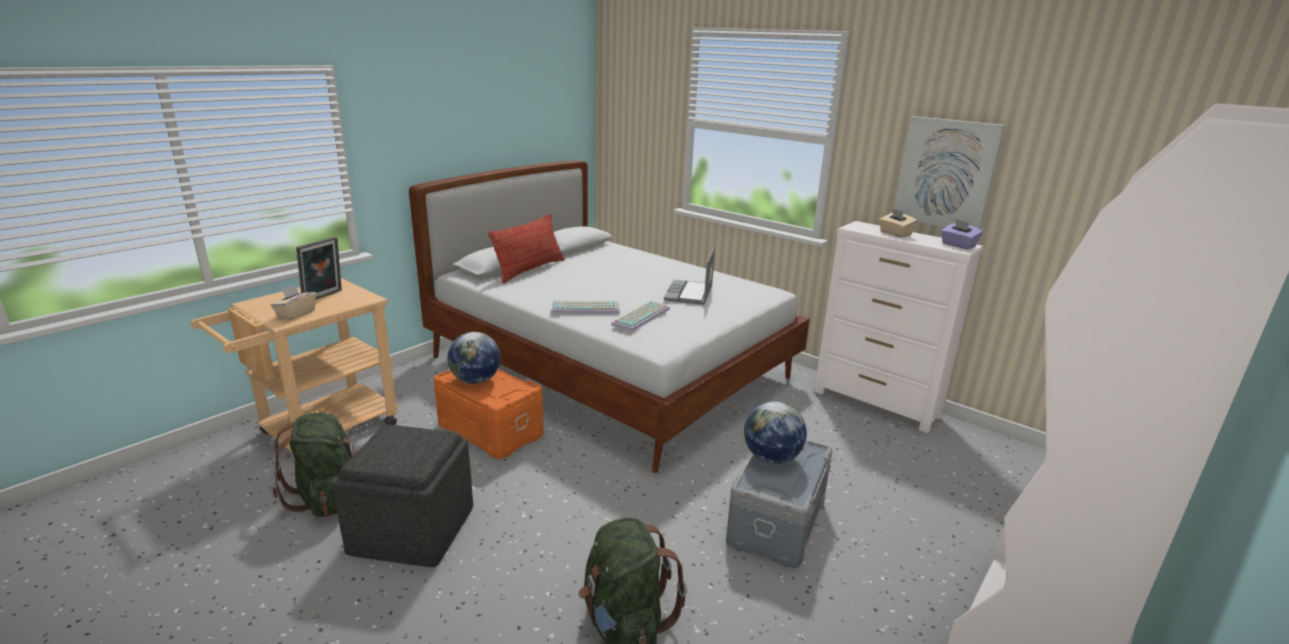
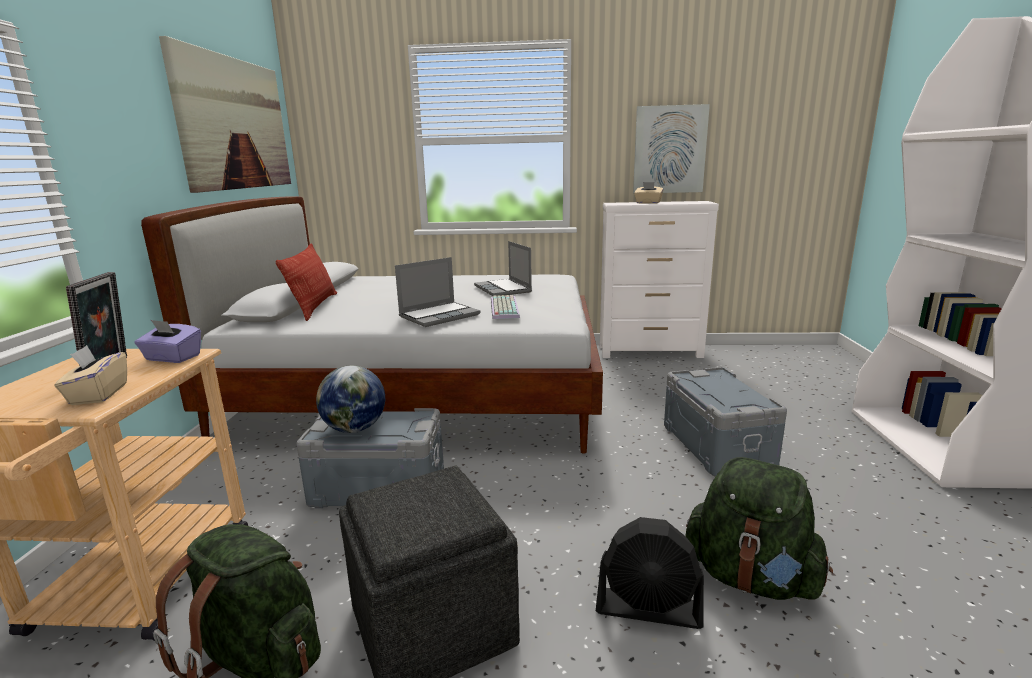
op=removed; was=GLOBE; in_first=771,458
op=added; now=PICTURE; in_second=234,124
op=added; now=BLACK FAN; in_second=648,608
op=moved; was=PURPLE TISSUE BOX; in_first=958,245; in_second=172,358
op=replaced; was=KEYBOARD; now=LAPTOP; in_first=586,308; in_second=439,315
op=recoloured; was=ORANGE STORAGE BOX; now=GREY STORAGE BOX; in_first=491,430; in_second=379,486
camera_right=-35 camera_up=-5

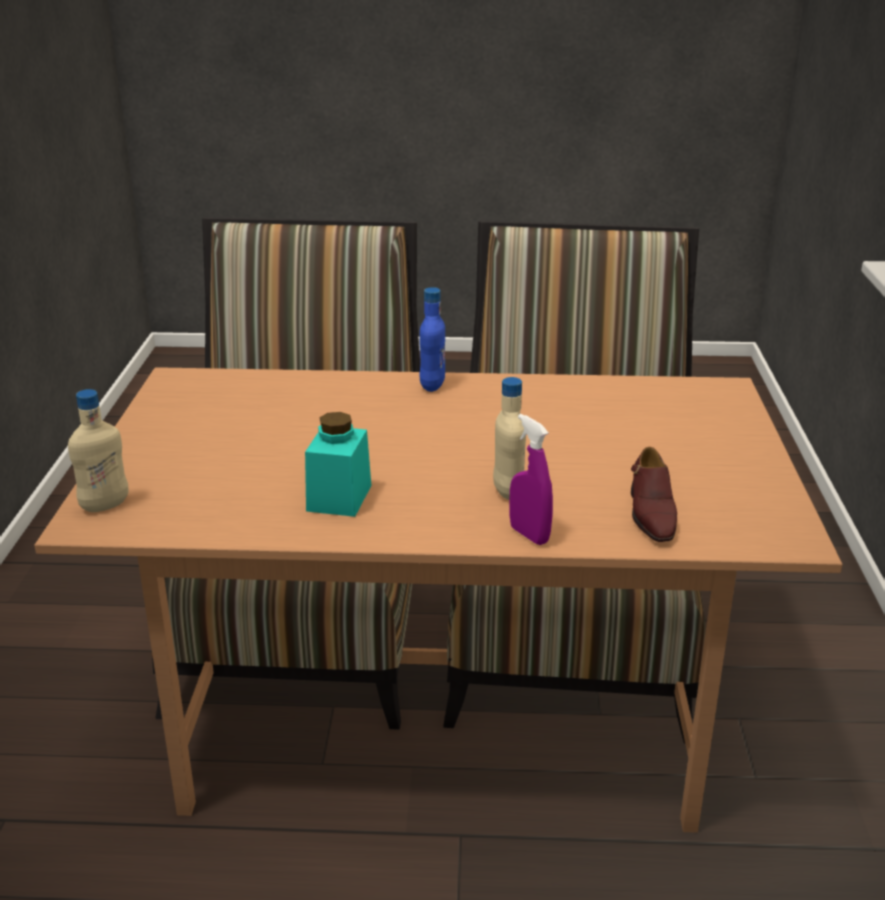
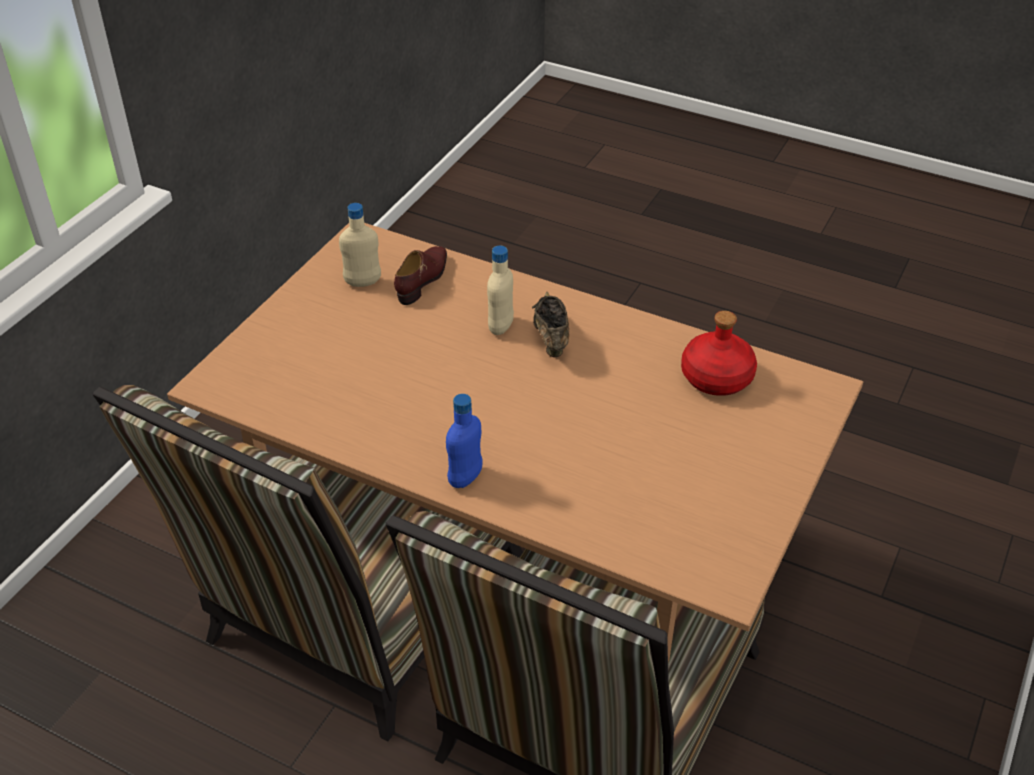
op=removed; was=TURQUOISE JAR; in_first=339,498
op=removed; was=PURPLE SPRAY BOTTLE; in_first=529,535
op=added; now=BROWN SHOE; in_second=551,338
op=added; now=RED BOTTLE; in_second=717,378
op=moved; was=BEIGE BOTTLE; in_first=105,505; in_second=363,282
camera_right=-155 camera_up=15

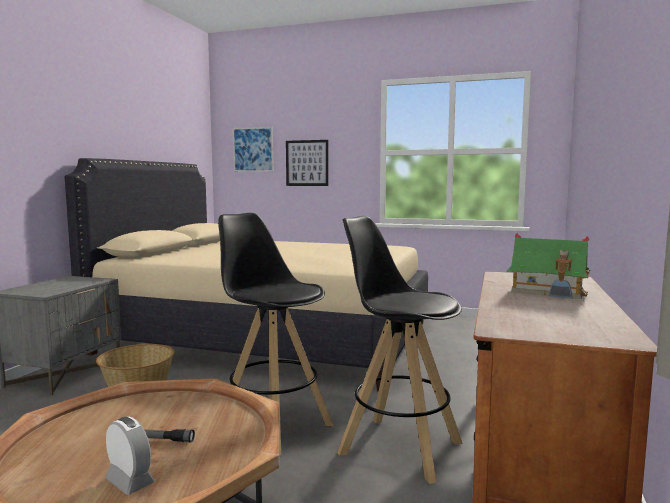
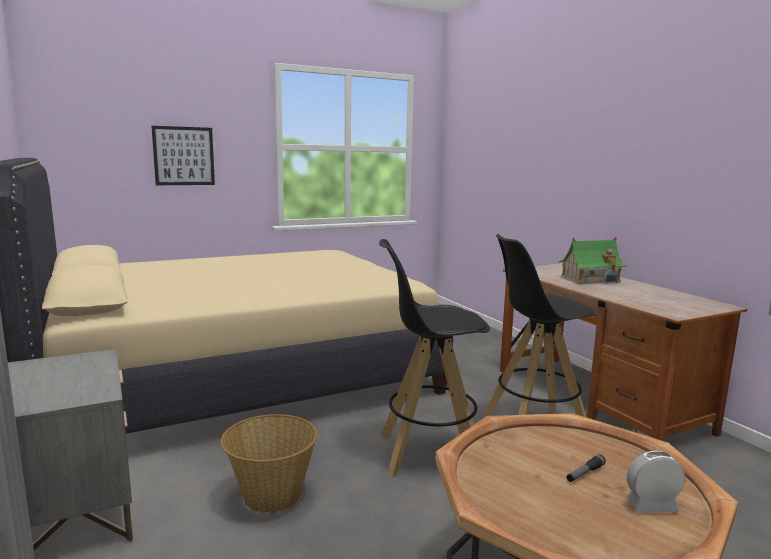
op=removed; was=PICTURE; in_first=253,149
camera_right=-45 camera_up=5

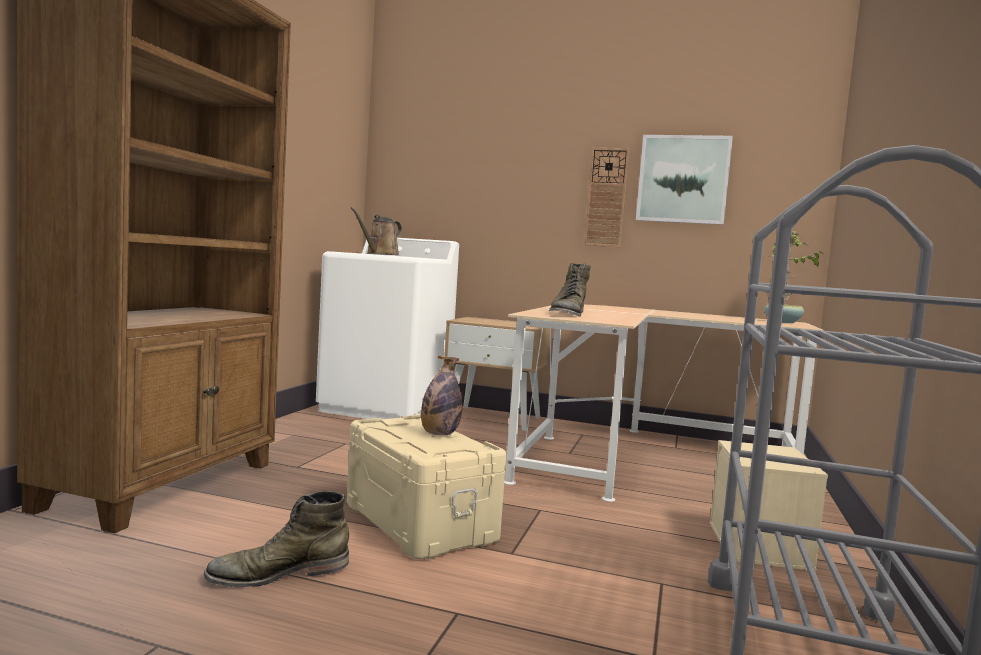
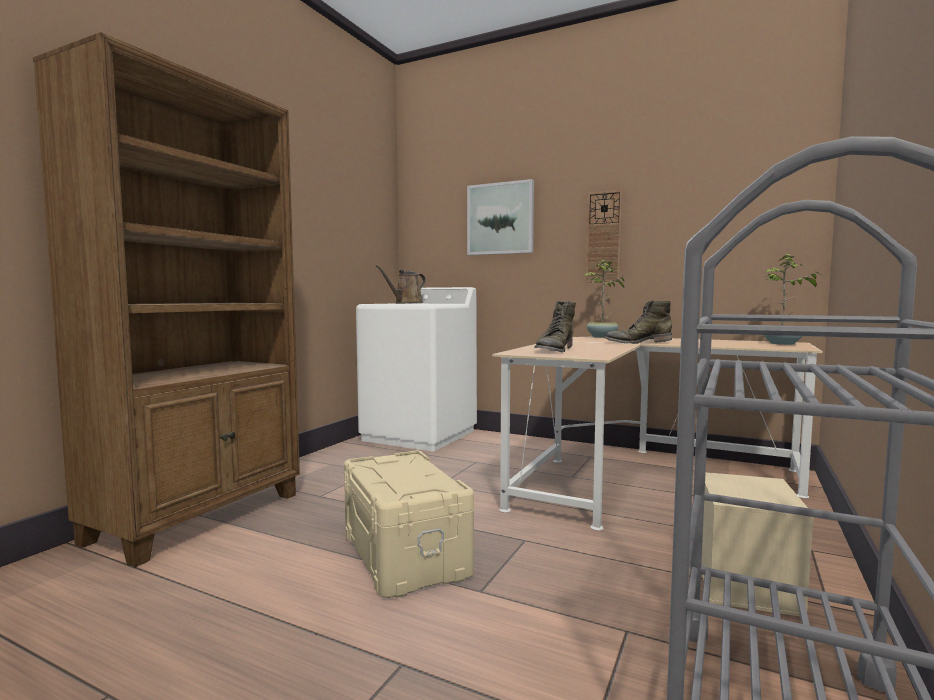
op=removed; was=BOTTLE; in_first=439,434
op=removed; was=BEIGE NIGHTSTAND; in_first=493,418
op=added; now=POTTED PLANT; in_second=602,337
op=moved; was=GREEN BOOT; in_first=278,573; in_second=637,342
op=moved; was=PICTURE; in_first=683,179; in_second=500,219
camera_right=10 camera_up=0

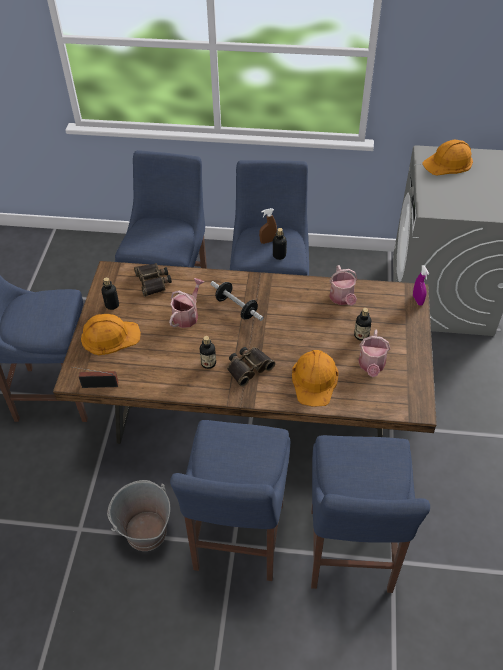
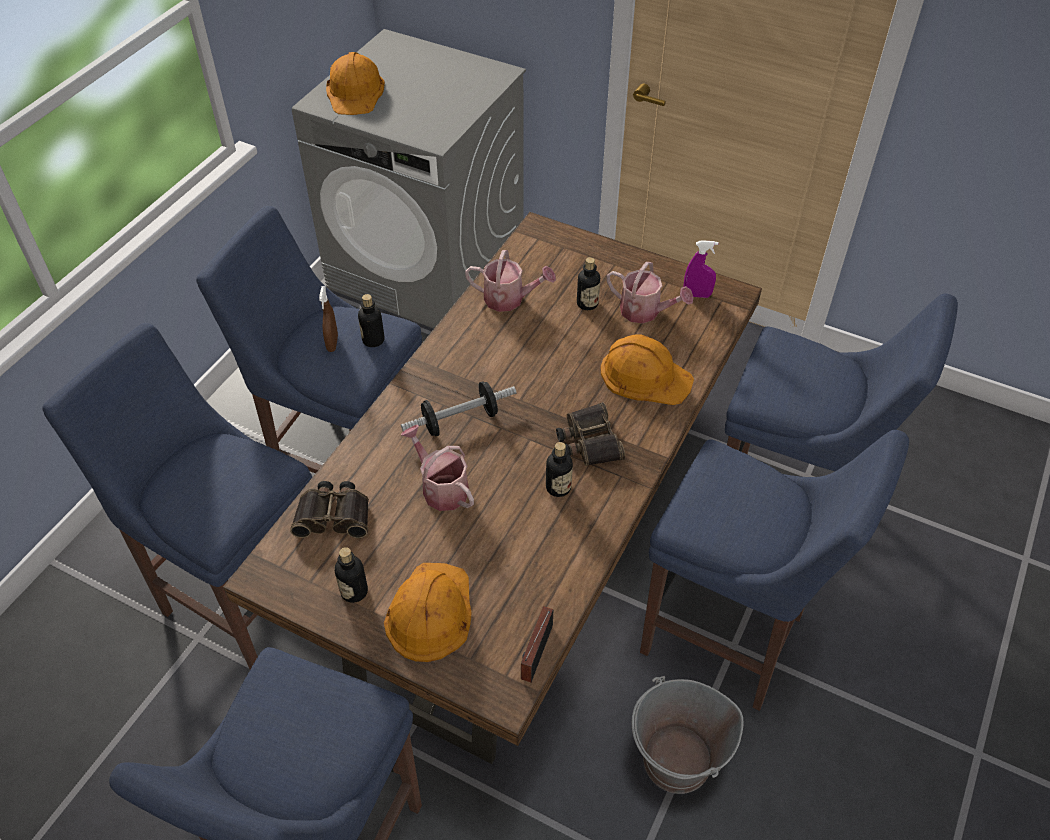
op=moved; was=PURPLE SPRAY BOTTLE; in_first=417,300; in_second=697,295
camera_right=-70 camera_up=0

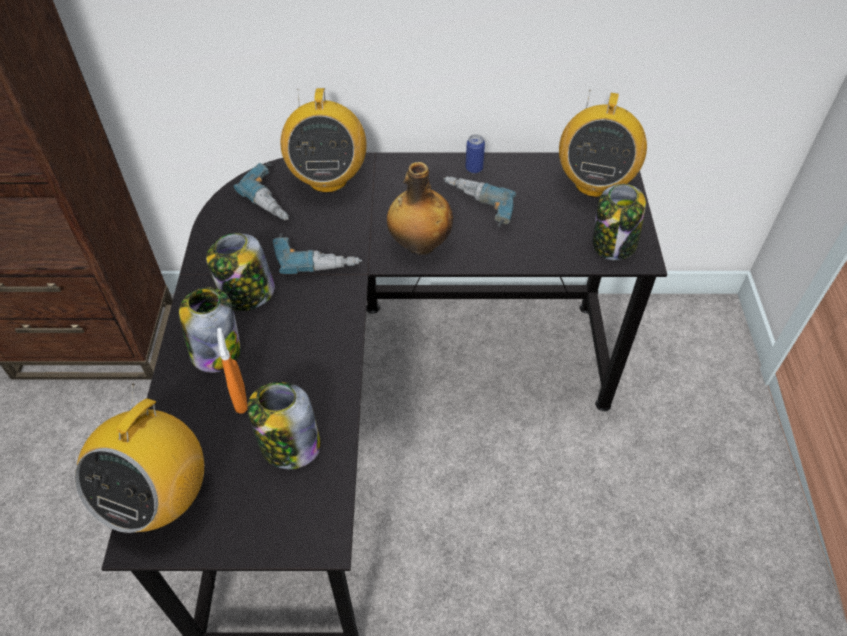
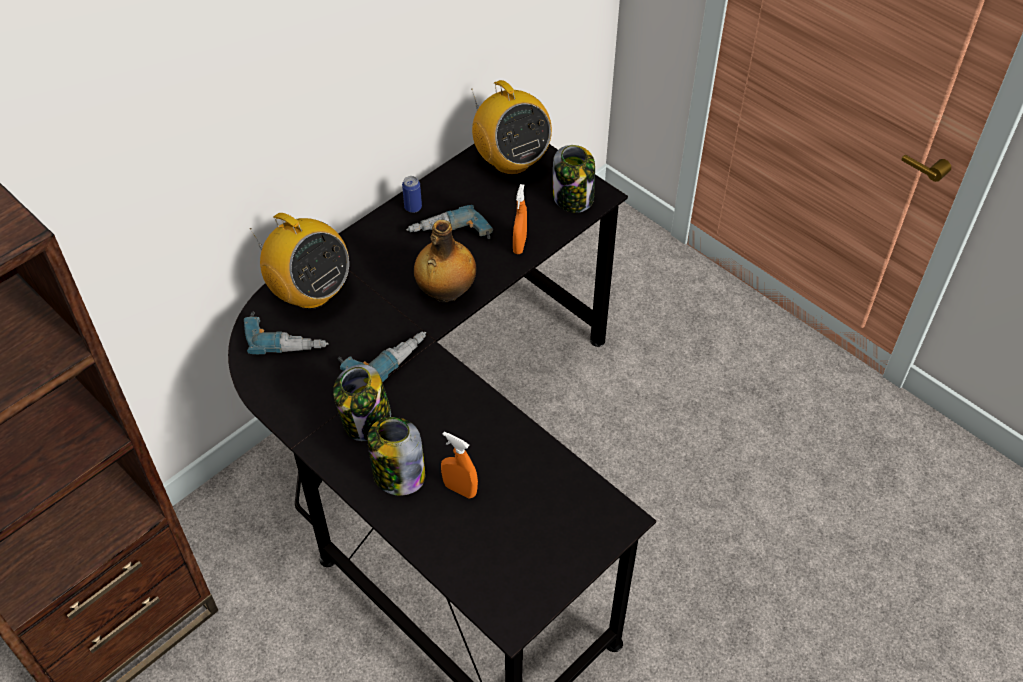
op=removed; was=RADIO; in_first=159,497
op=removed; was=JAR; in_first=289,445
op=added; now=ORANGE SPRAY BOTTLE; in_second=519,245
camera_right=-45 camera_up=0

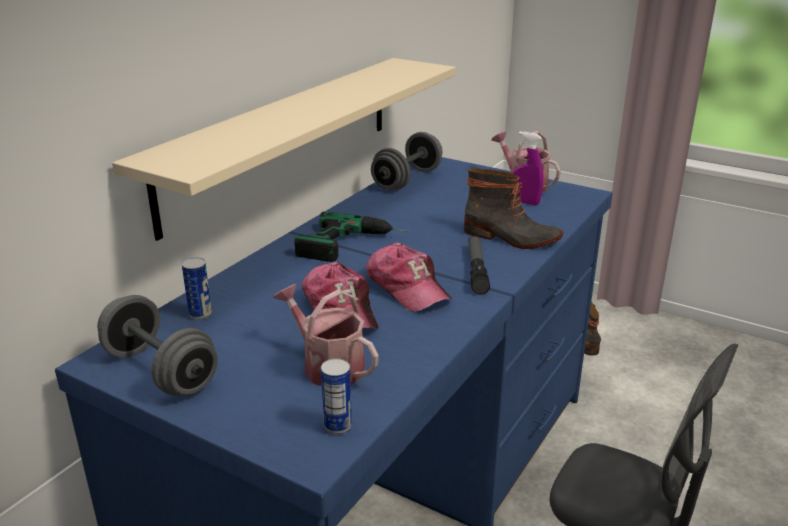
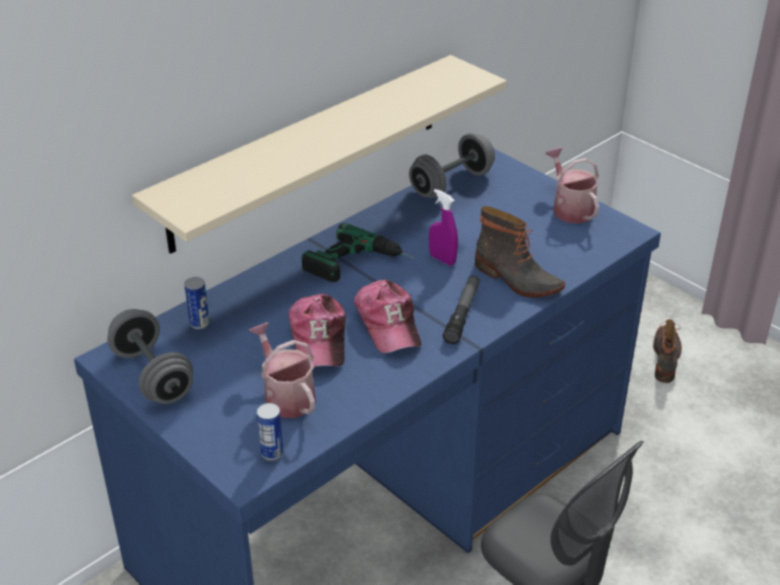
op=moved; was=PURPLE SPRAY BOTTLE; in_first=525,202; in_second=442,259
camera_right=15 camera_up=10

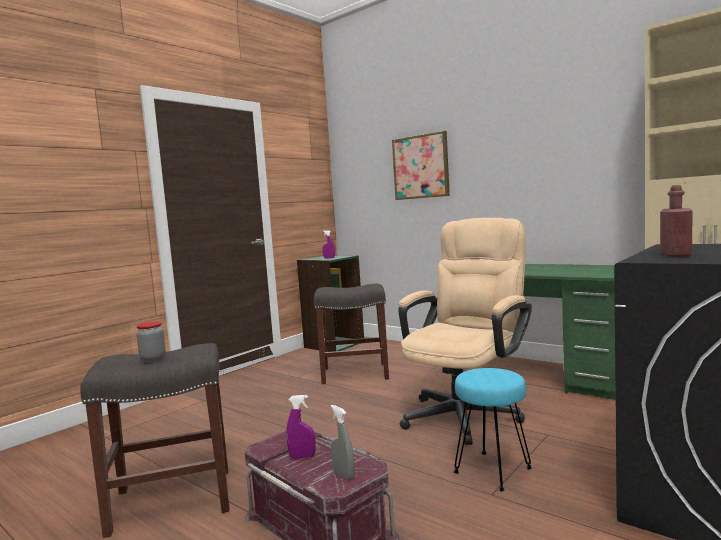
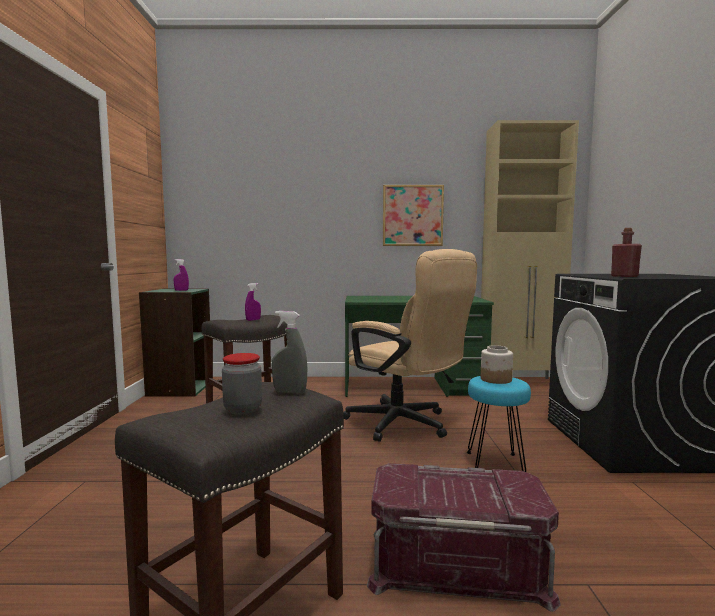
op=added; now=JAR; in_second=496,379
op=moved; was=PURPLE SPRAY BOTTLE; in_first=302,457; in_second=253,320
op=moved; was=GREY SPRAY BOTTLE; in_first=343,475; in_second=289,392
op=moved; was=PICTURE; in_first=421,167; in_second=412,216
op=turned; was=BEIGE OFFICE CHAIR; in_first=467,412; in_second=406,425; clockwise=135
camera_right=-40 camera_up=0

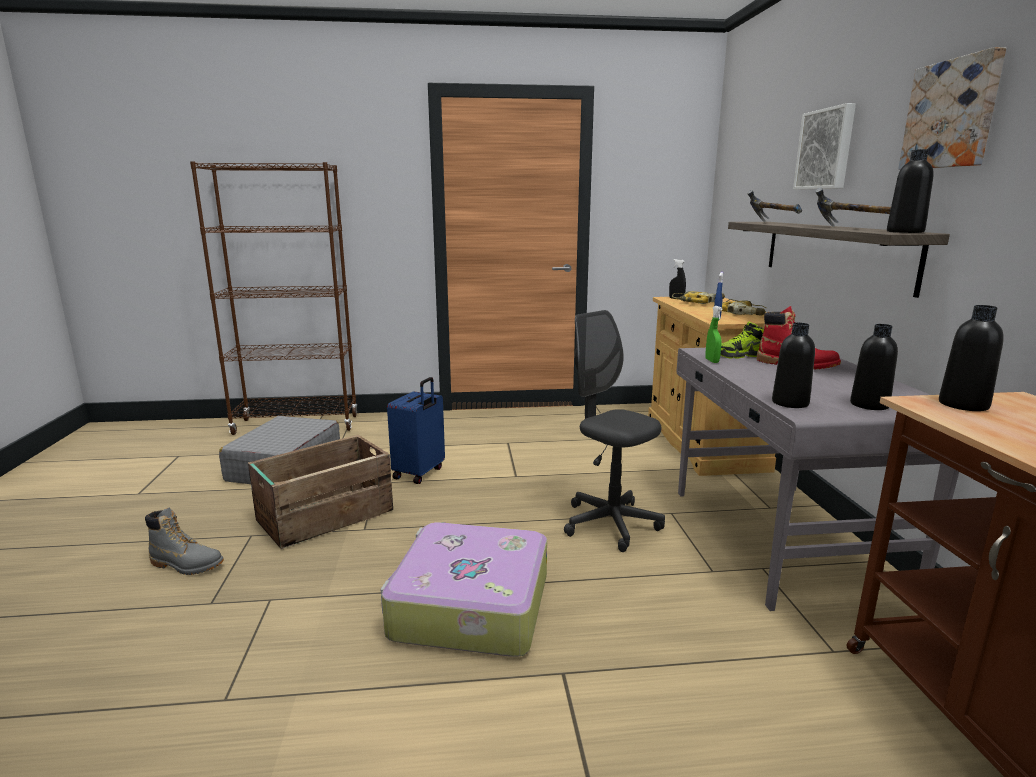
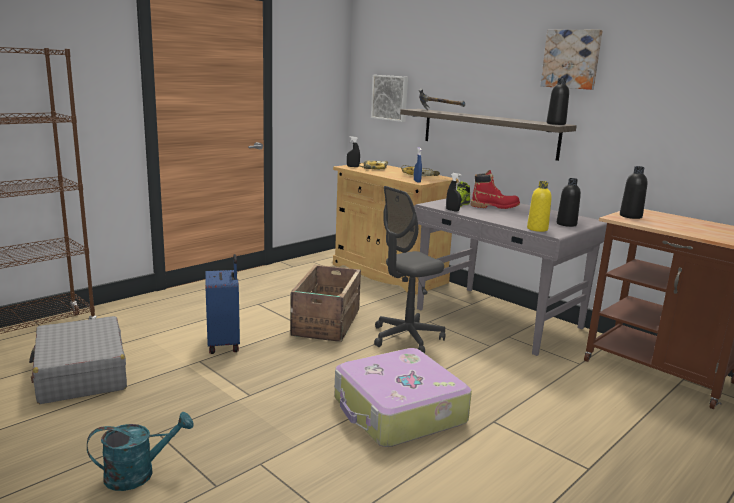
op=removed; was=HAMMER; in_first=851,228
op=moved; was=CRATE; in_first=323,516; in_second=325,323
op=moved; was=PICTURE; in_first=826,149; in_second=390,97
op=replaced; was=GREY BOOT; now=TURQUOISE WATERING CAN; in_first=187,565; in_second=138,474
op=recoloured; was=GREEN SPRAY BOTTLE; now=BLACK SPRAY BOTTLE; in_first=712,361; in_second=452,210
op=recoloured; was=BLACK BOTTLE; now=YELLOW BOTTLE; in_first=790,403; in_second=537,229
op=turned; was=GREY OFFICE CHAIR; in_first=610,524; in_second=406,338; clockwise=-45
camera_right=-40 camera_up=0

